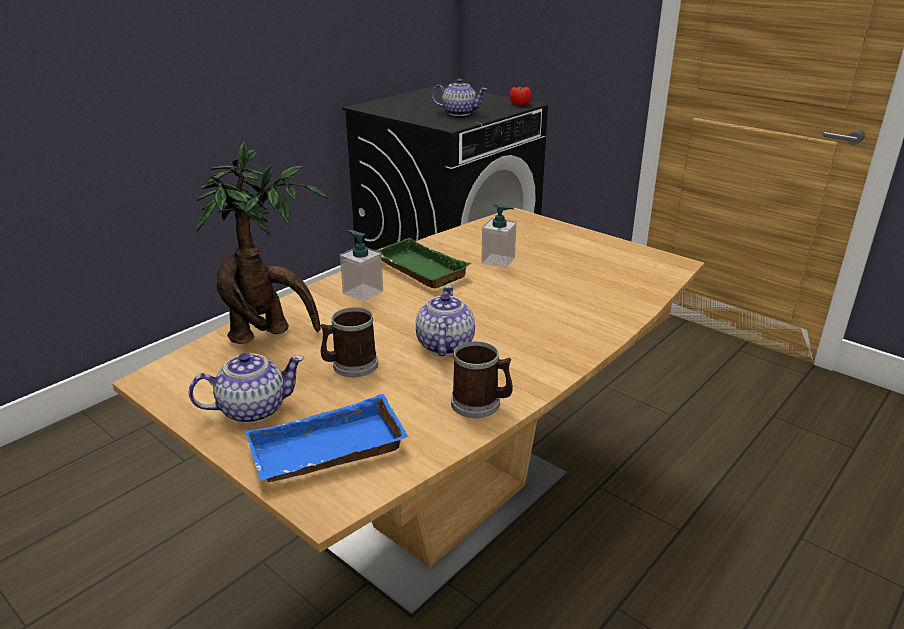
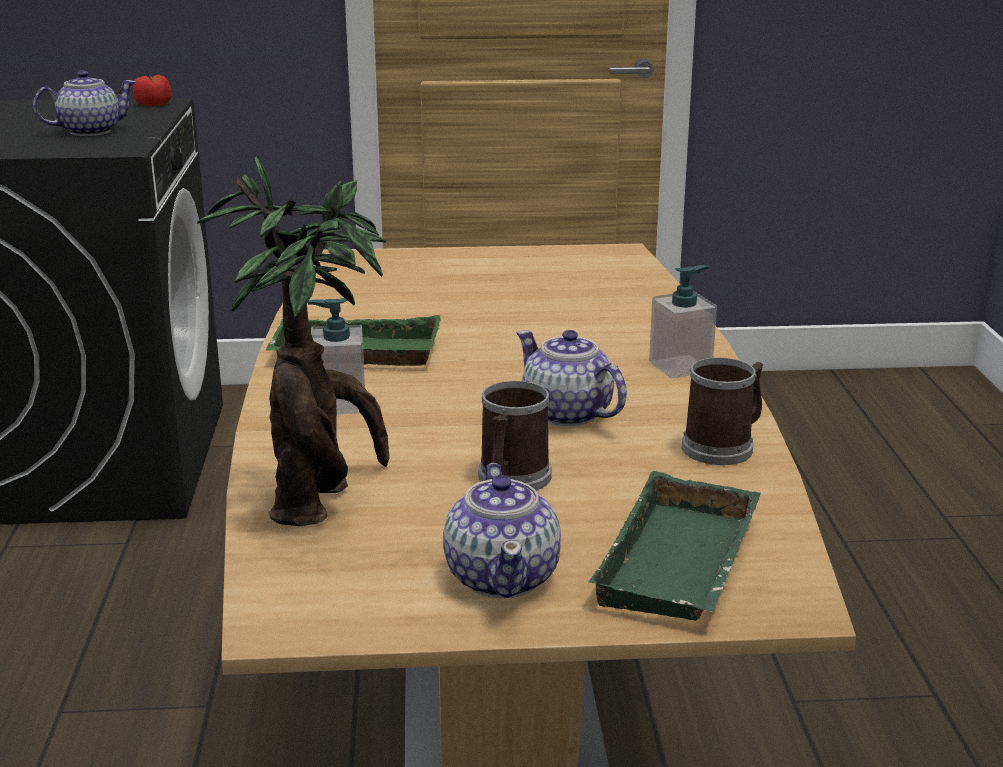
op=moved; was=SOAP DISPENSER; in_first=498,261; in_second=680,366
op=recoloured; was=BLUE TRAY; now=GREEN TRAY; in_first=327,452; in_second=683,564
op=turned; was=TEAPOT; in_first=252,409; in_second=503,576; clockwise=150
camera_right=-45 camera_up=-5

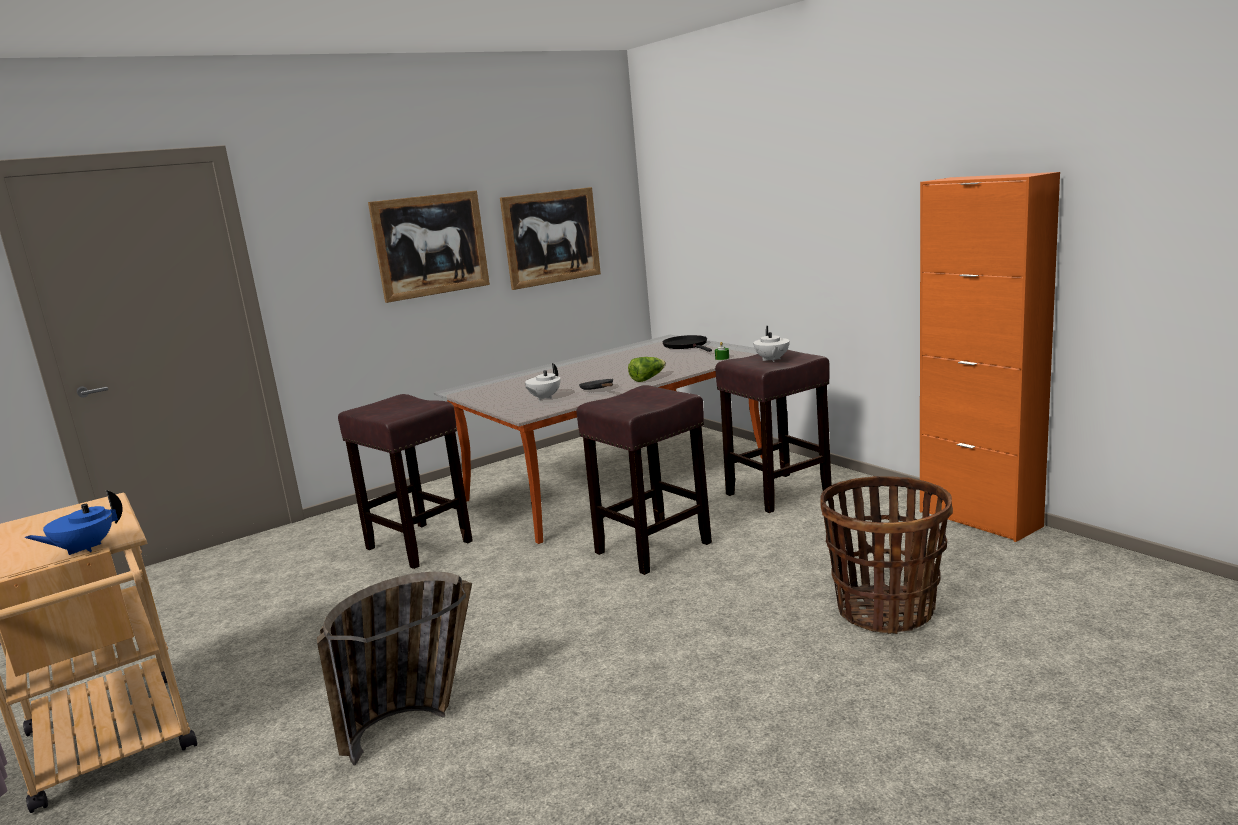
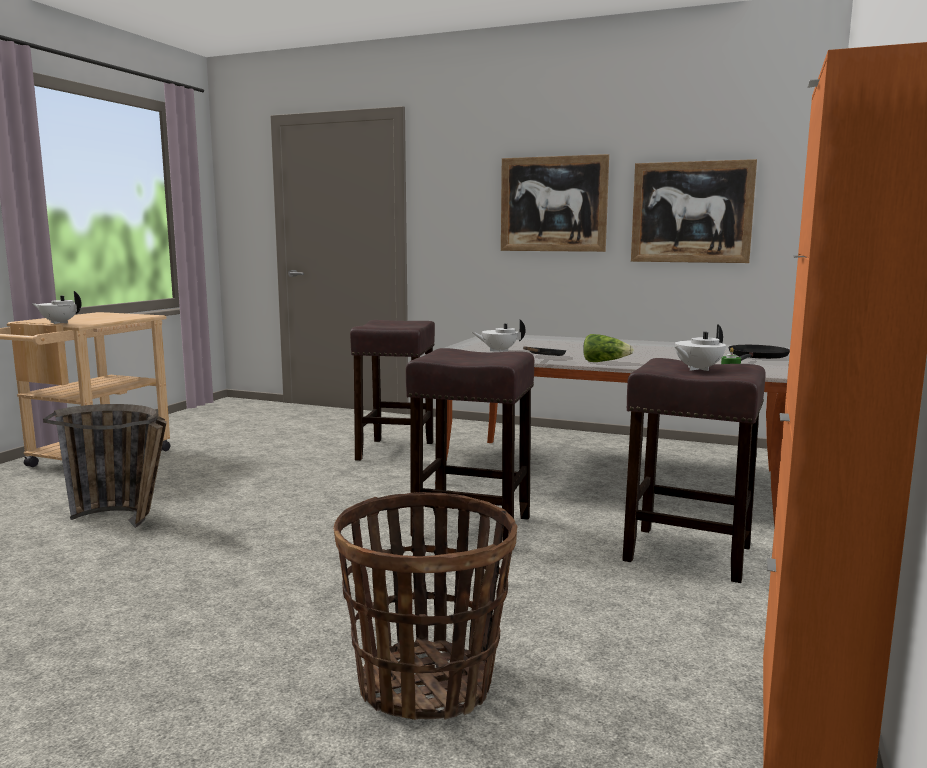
op=recoloured; was=BLUE TEAPOT; now=WHITE TEAPOT; in_first=84,549; in_second=59,322
camera_right=55 camera_up=-5

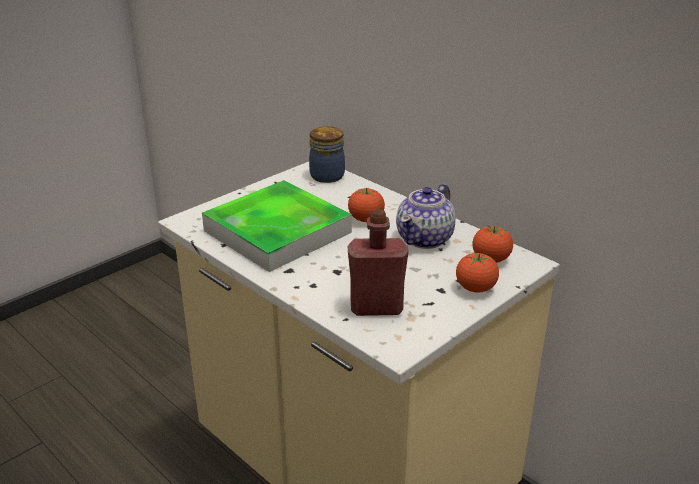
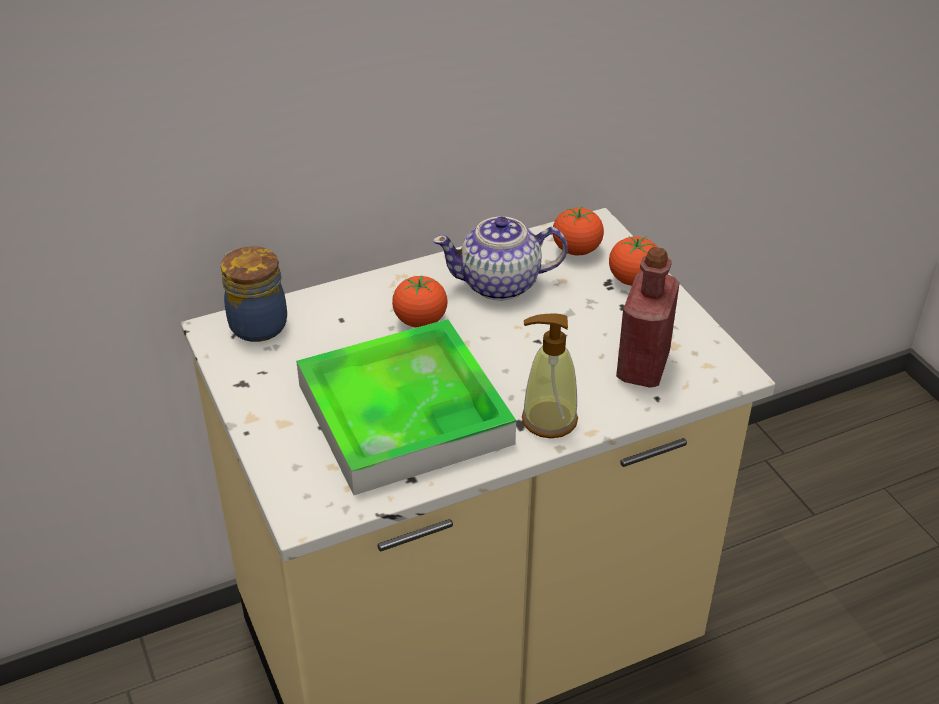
op=added; now=SOAP DISPENSER; in_second=549,420
op=turned; was=TEAPOT; in_first=425,238; in_second=501,284; clockwise=120
camera_right=-70 camera_up=10

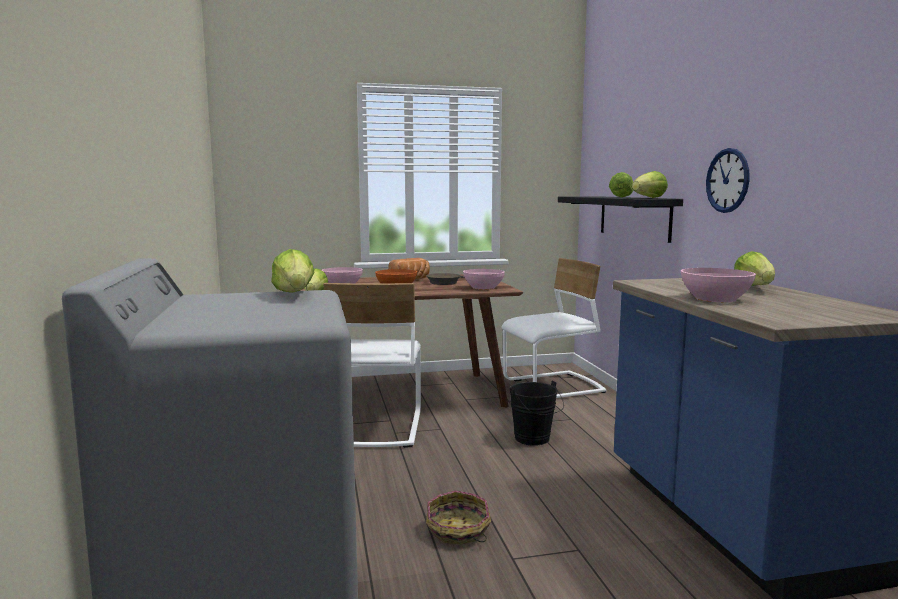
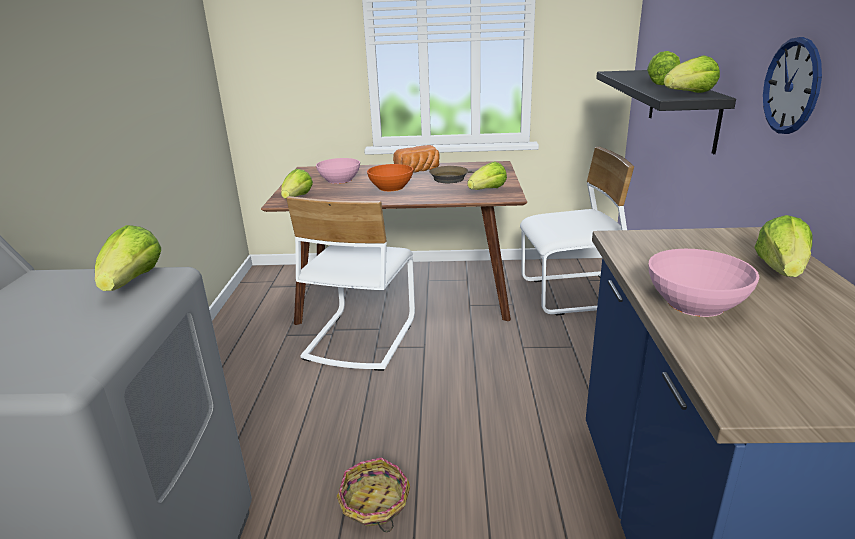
op=removed; was=BLACK BUCKET; in_first=534,440
op=replaced; was=PINK BOWL; now=LETTUCE; in_first=484,287; in_second=487,190
camera_right=15 camera_up=15

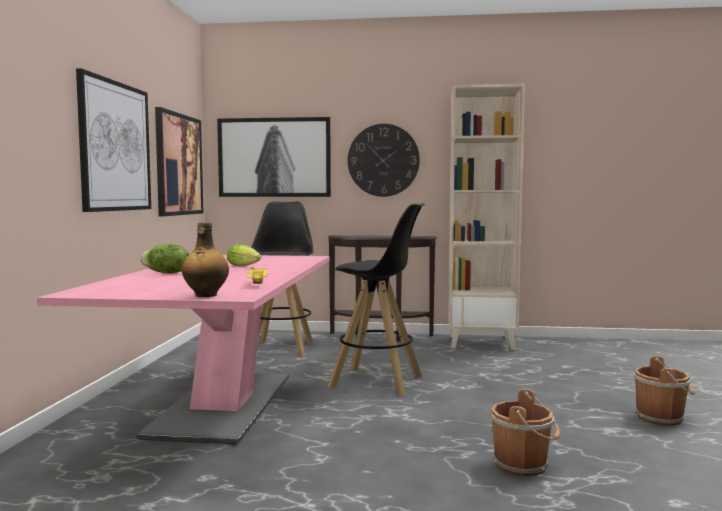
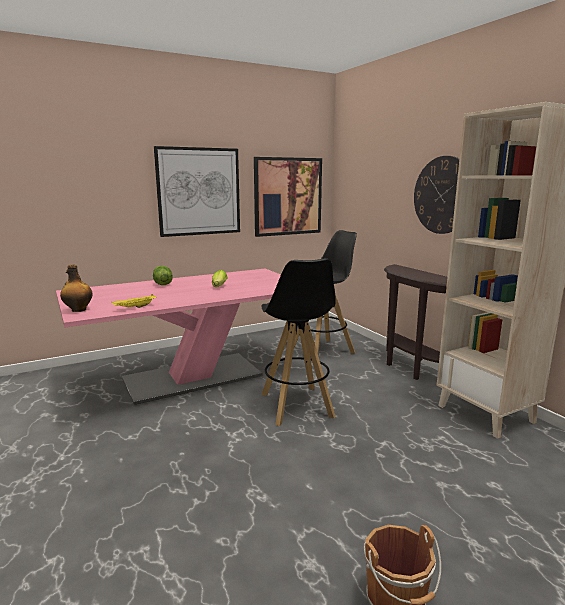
op=removed; was=PICTURE; in_first=274,157
op=removed; was=BROWN BUCKET; in_first=523,465
camera_right=55 camera_up=10

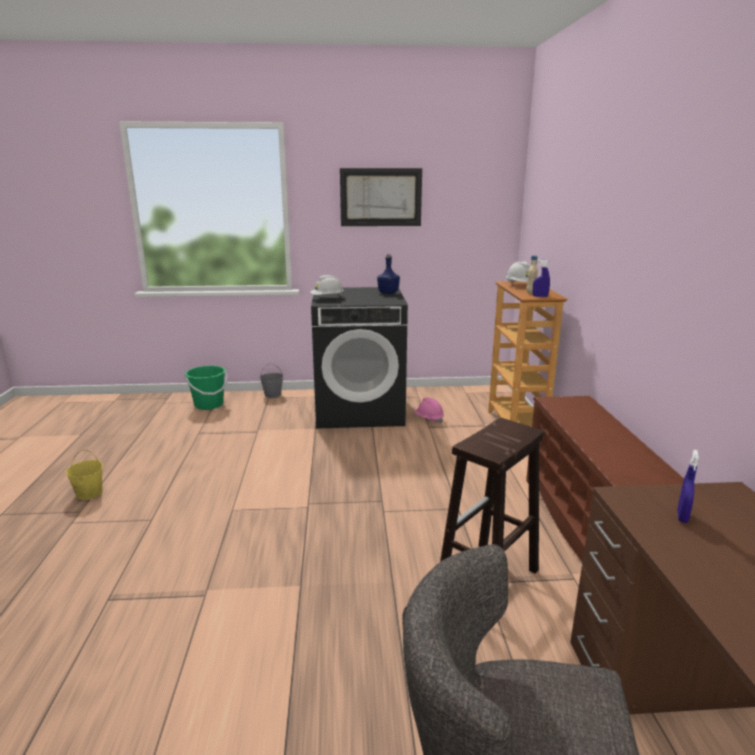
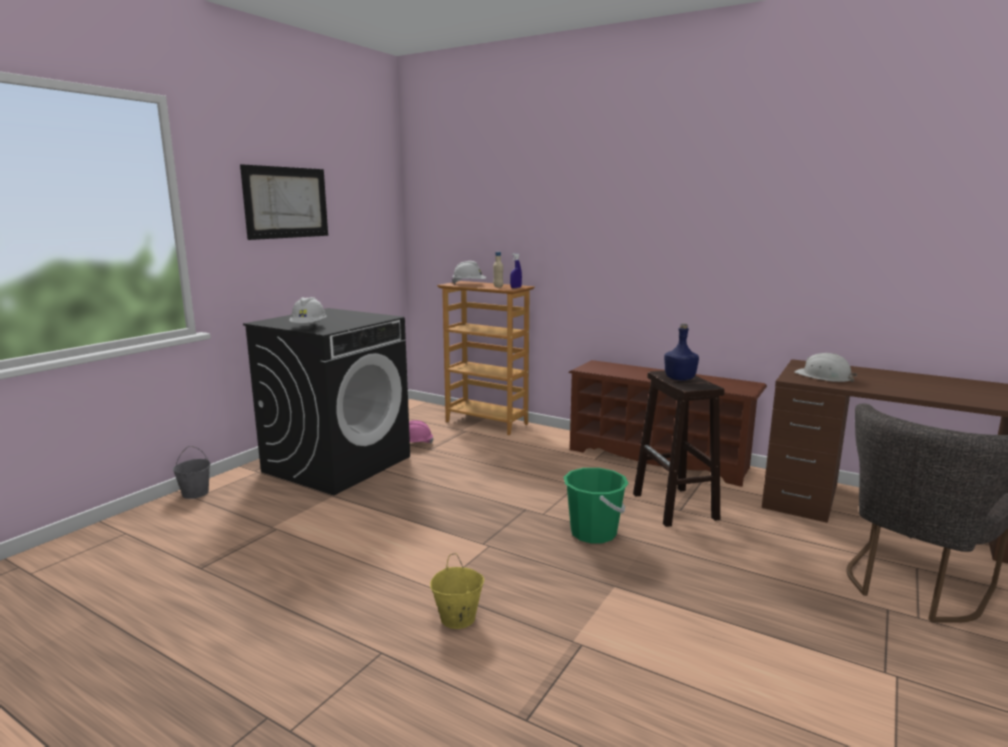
op=moved; was=YELLOW BUCKET; in_first=89,493; in_second=457,618
op=moved; was=GREEN BUCKET; in_first=209,405; in_second=593,533
op=moved; was=BLUE BOTTLE; in_first=388,293; in_second=680,379
op=replaced; was=BLUE SPRAY BOTTLE; now=WHITE HARD HAT; in_first=682,517; in_second=824,376
camera_right=-55 camera_up=-5

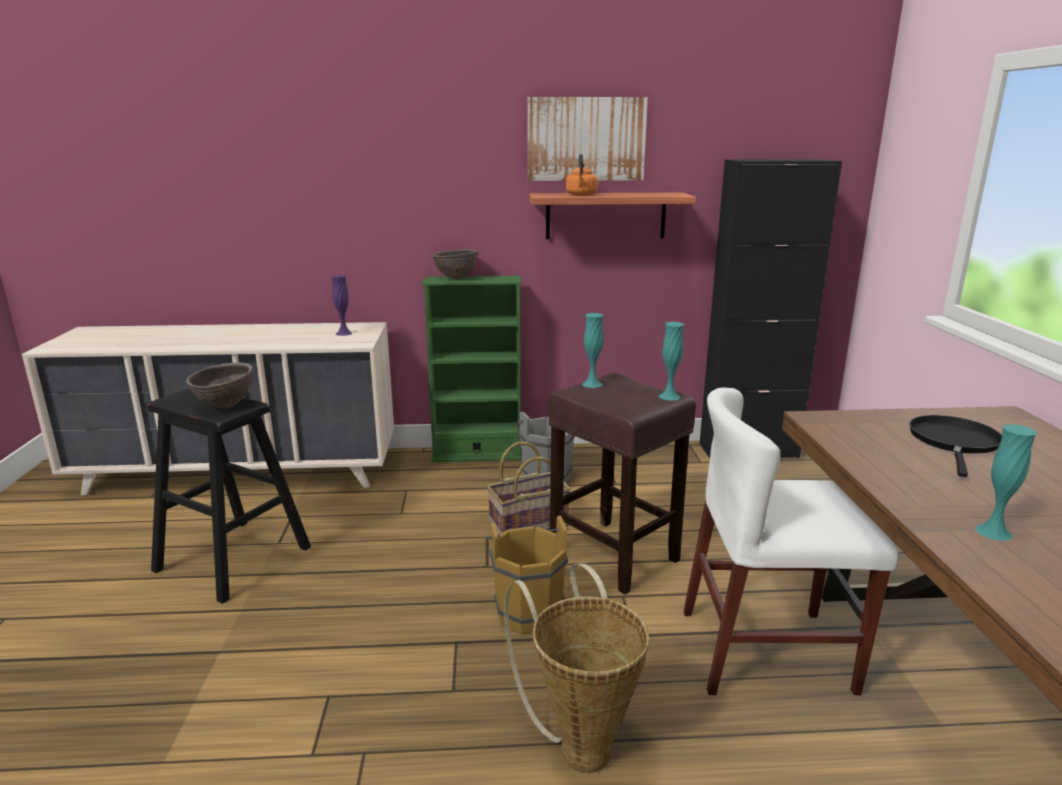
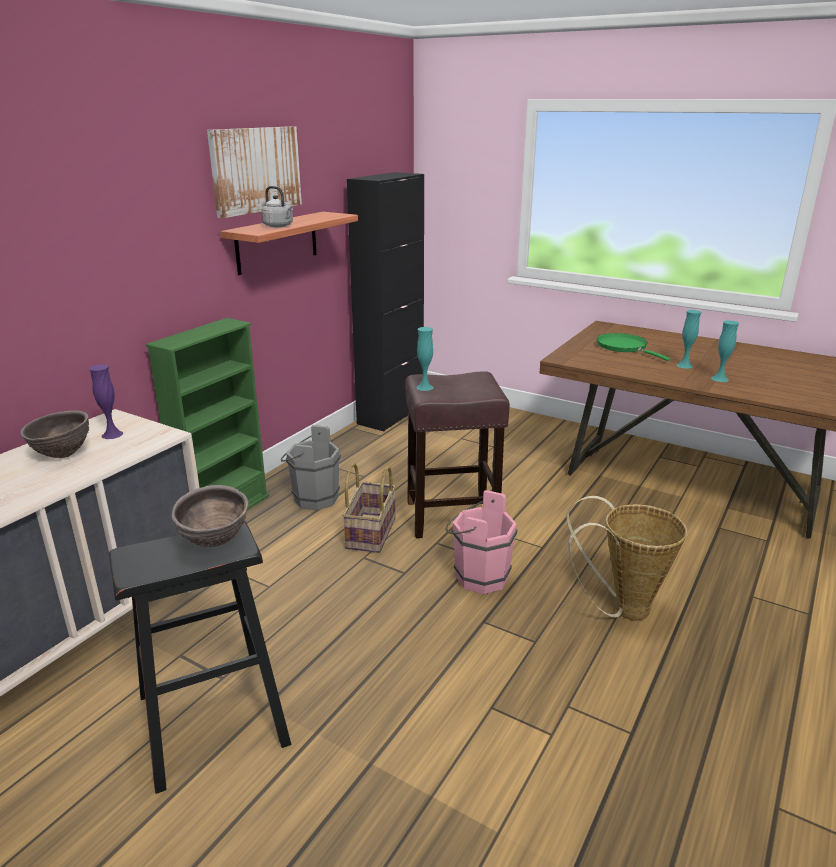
op=removed; was=WHITE CHAIR; in_first=766,650
op=moved; was=BROWN BOWL; in_first=456,278; in_second=62,455
op=moved; was=TURQUOISE VASE; in_first=669,396; in_second=684,365
op=recoloured; was=BROWN BUCKET; now=PINK BUCKET; in_first=527,610; in_second=477,576
op=recoloured; was=ORANGE KETTLE; now=GREY KETTLE; in_first=581,195; in_second=279,226
op=recoloured; was=BLACK FRYING PAN; now=GREEN FRYING PAN; in_first=954,442; in_second=624,347
camera_right=-55 camera_up=5

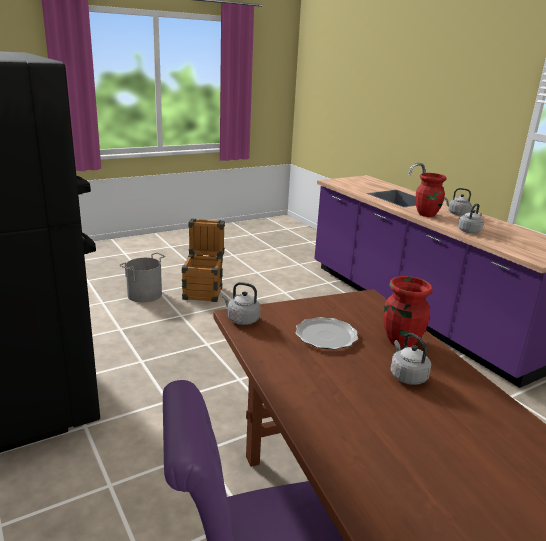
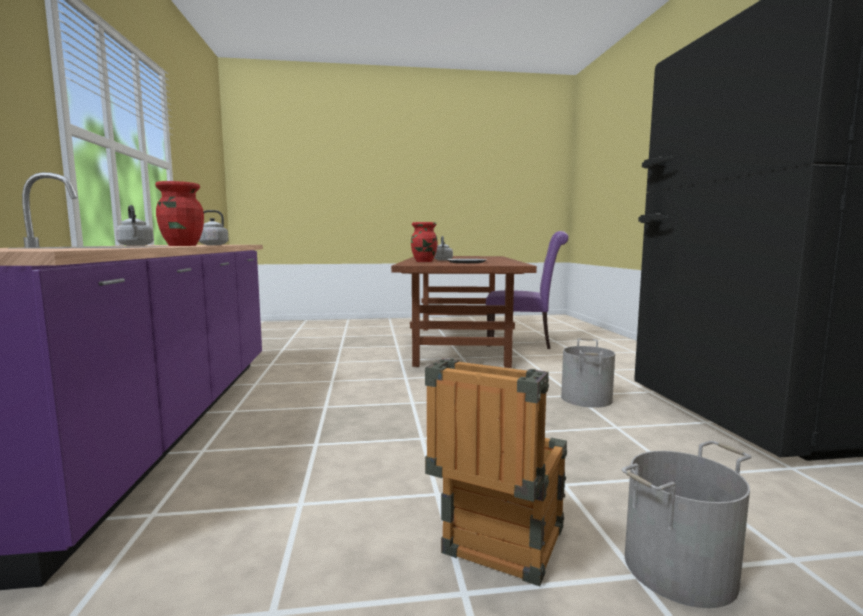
op=removed; was=GREY KETTLE; in_first=241,319
op=added; now=GREY BUCKET; in_second=585,398
camera_right=-155 camera_up=-15

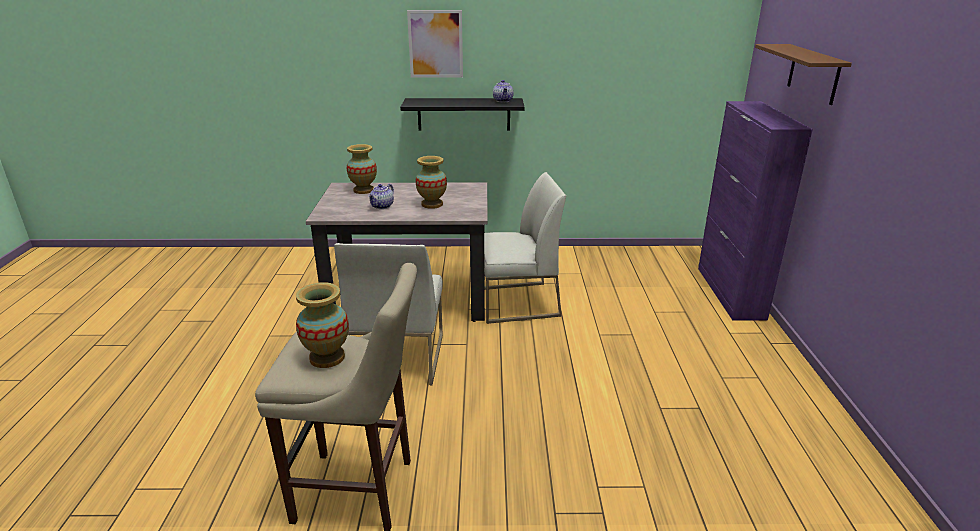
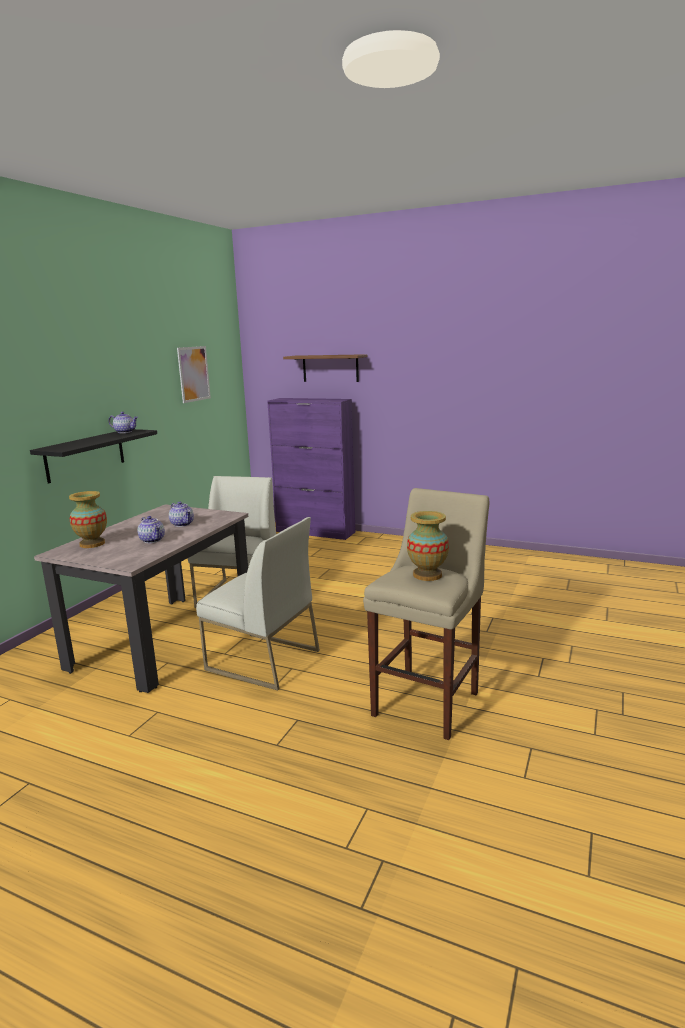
op=moved; was=PICTURE; in_first=435,44; in_second=193,374
op=replaced; was=VASE; now=TEAPOT; in_first=432,204; in_second=182,524
camera_right=-65 camera_up=-10

